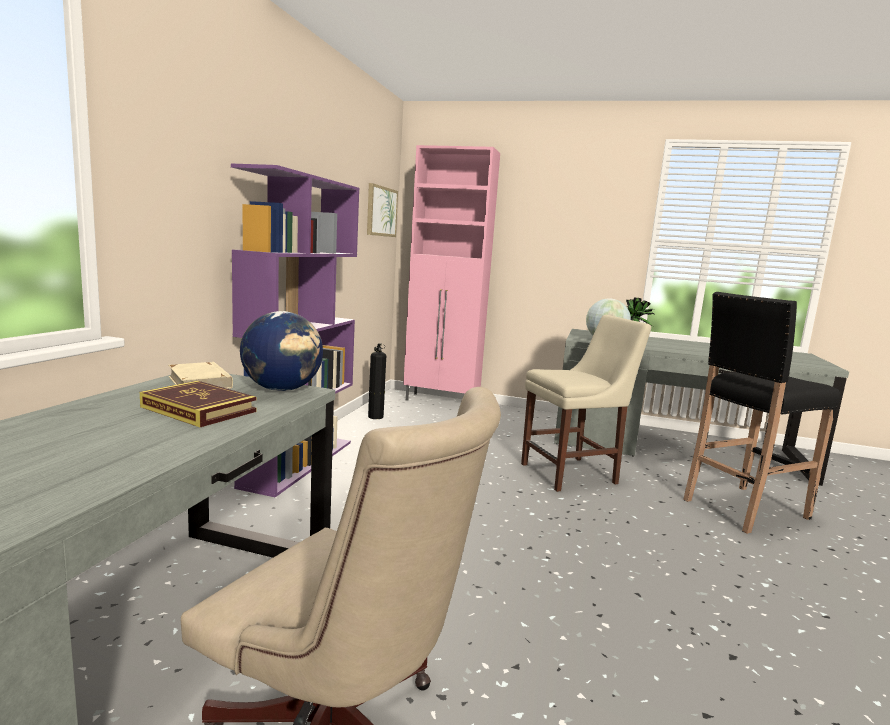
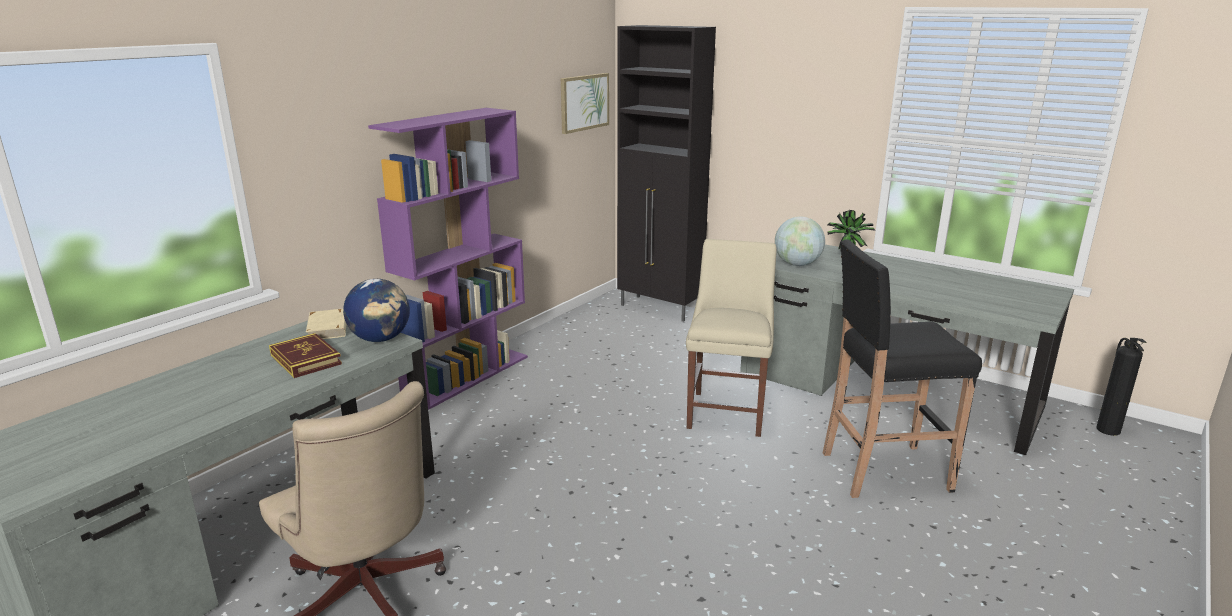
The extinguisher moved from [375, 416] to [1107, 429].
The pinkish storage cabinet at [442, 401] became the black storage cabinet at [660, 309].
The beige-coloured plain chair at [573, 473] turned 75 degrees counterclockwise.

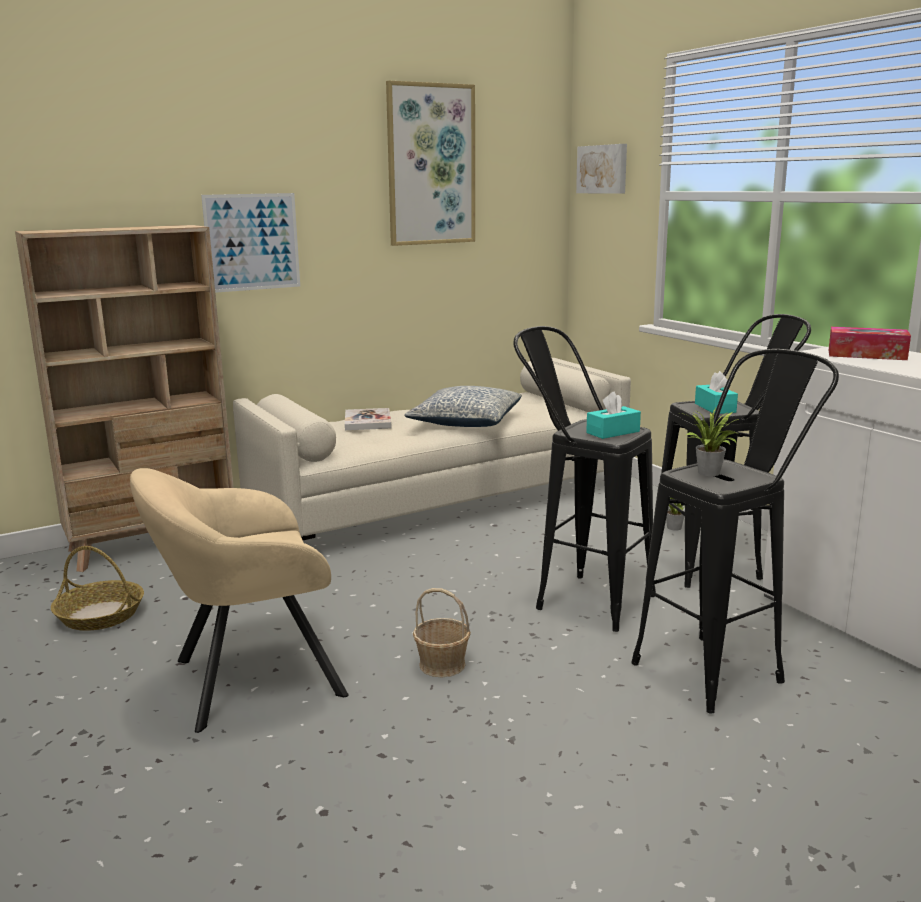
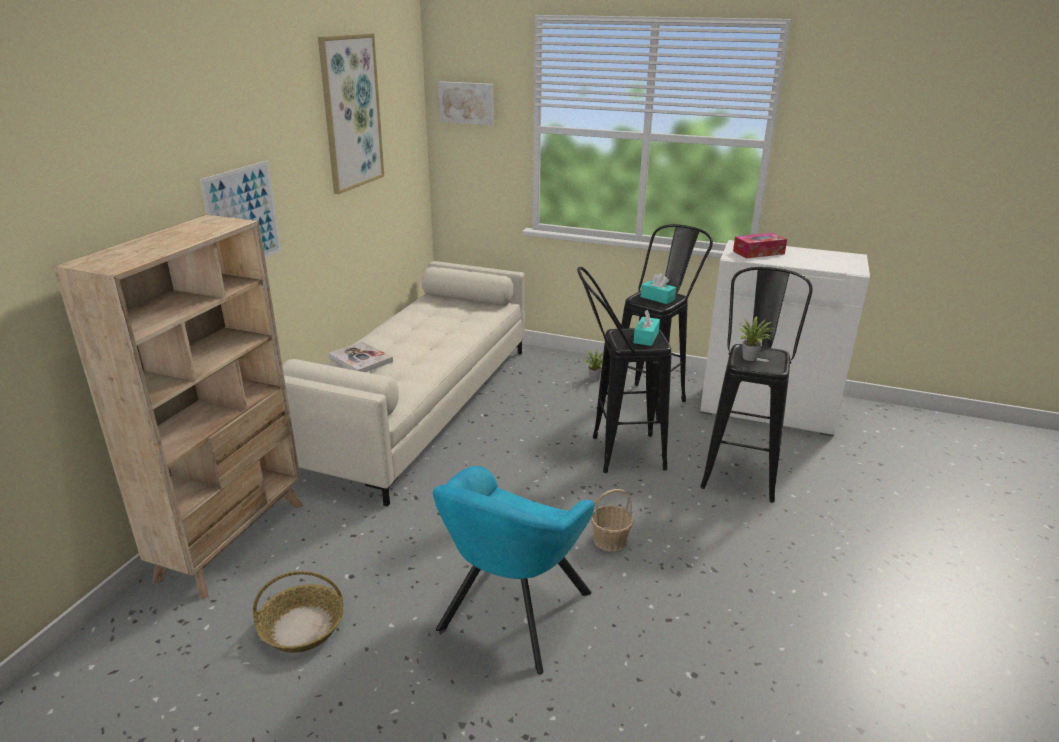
The pillow at [466, 422] disappeared.
The beige-coloured armchair at [248, 679] became the blue-green armchair at [511, 616].

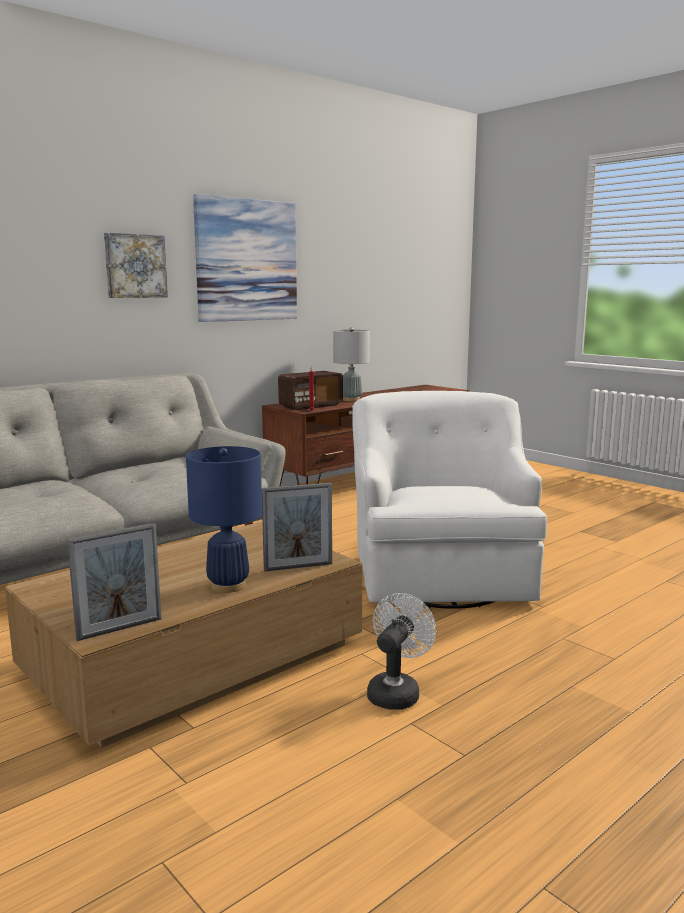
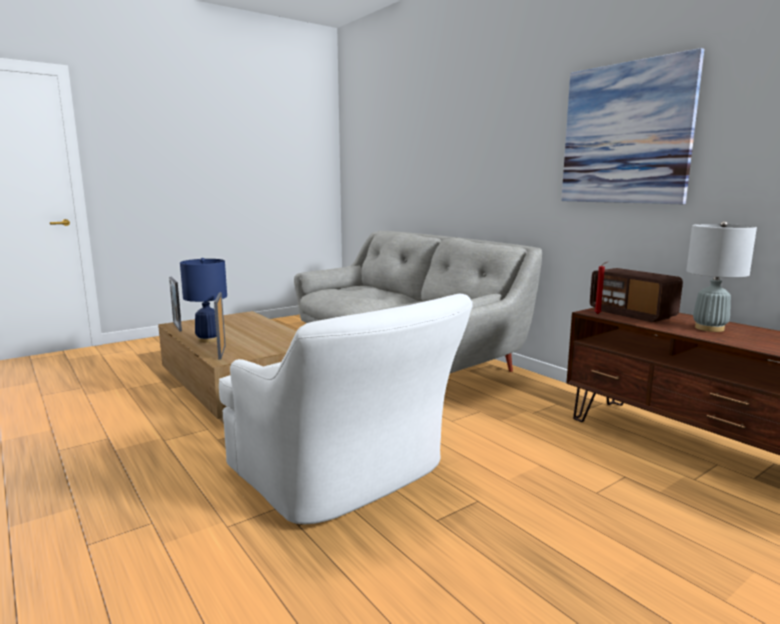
The wall picture at [135, 266] disappeared.
The white fan at [396, 692] disappeared.
The white armchair at [440, 572] turned 45 degrees clockwise.

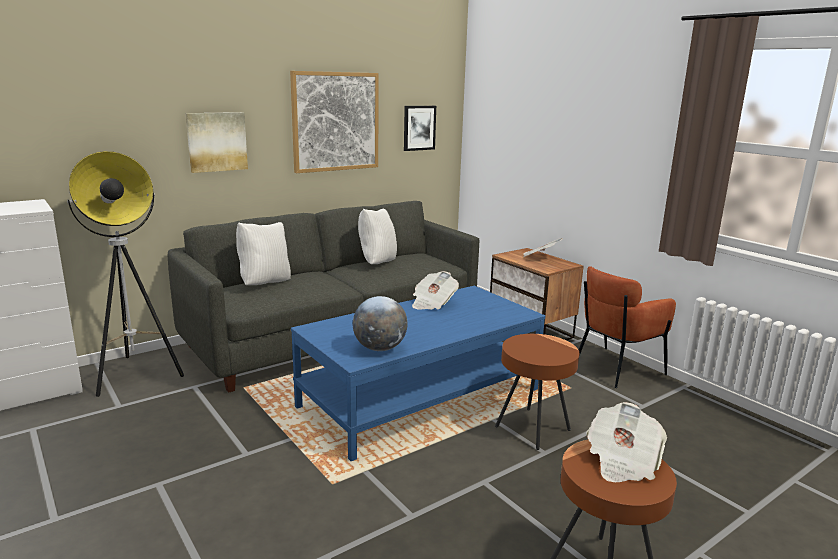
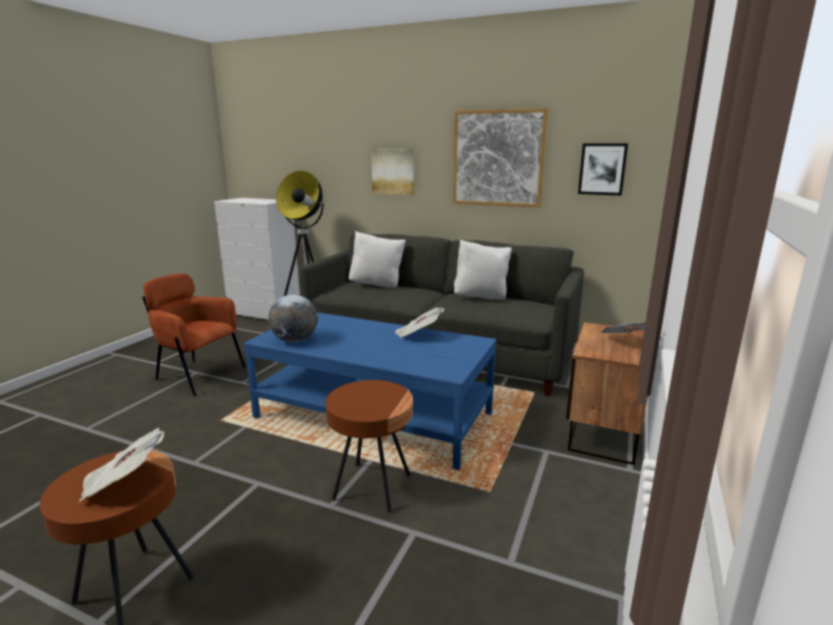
The brownish armchair moved from [614, 369] to [198, 375].

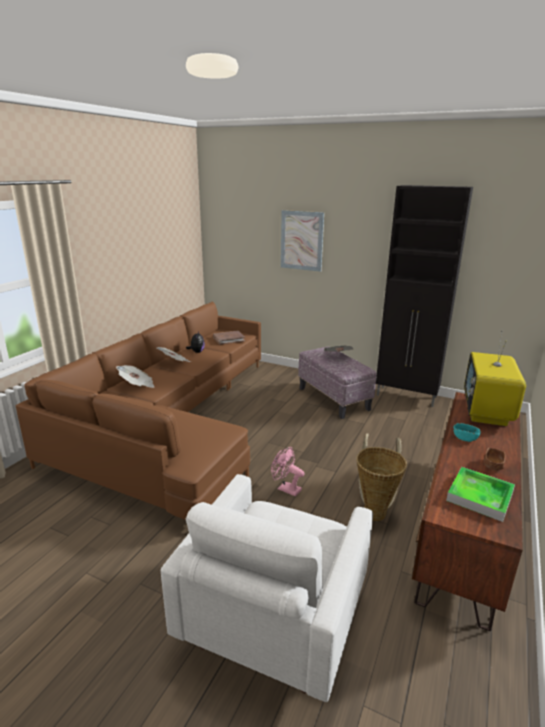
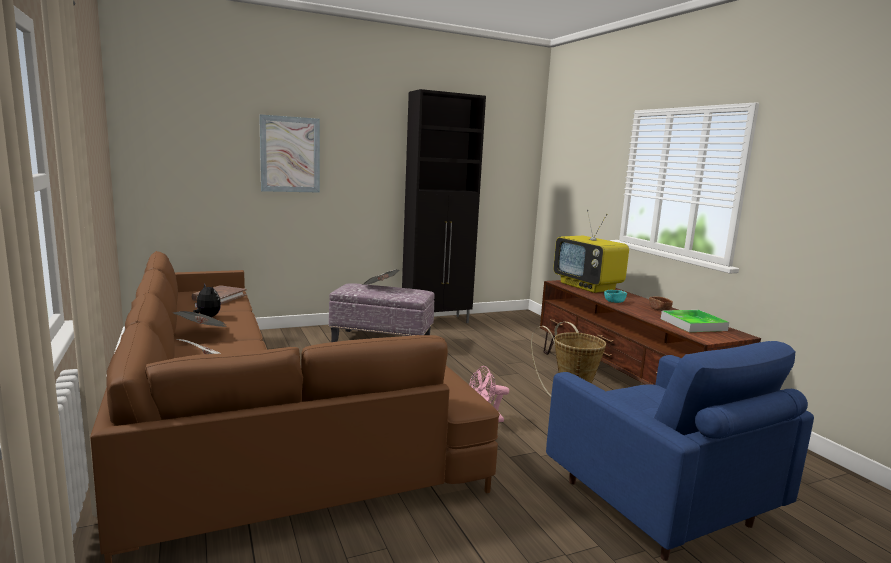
The white armchair at [272, 620] became the bluish armchair at [659, 506].

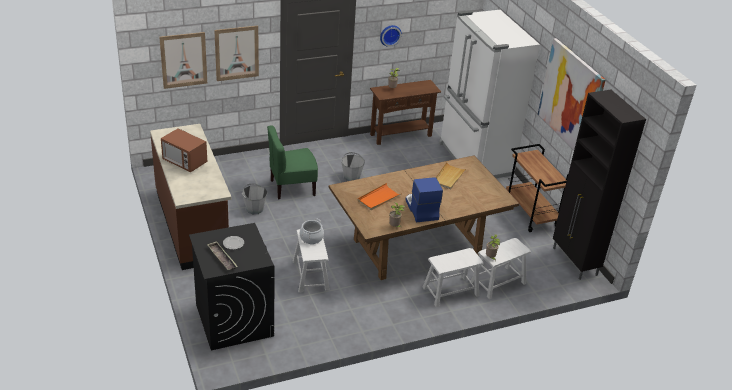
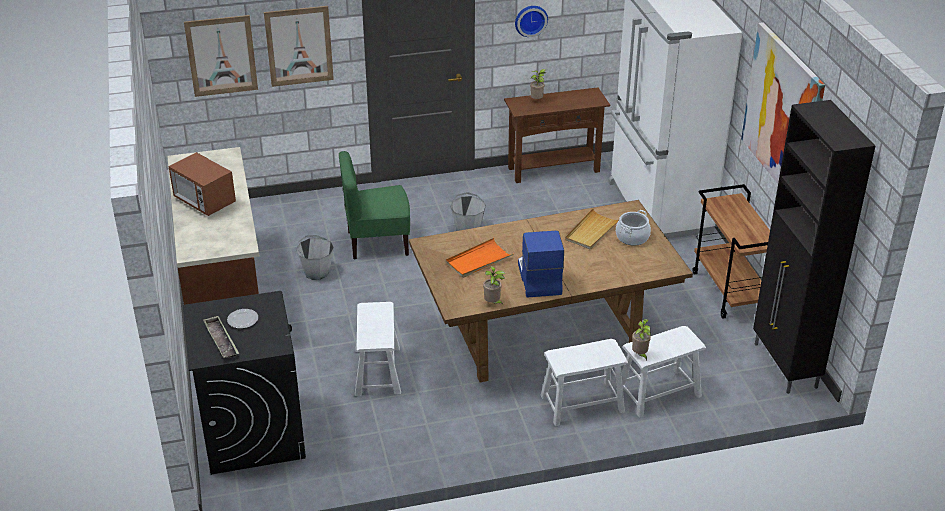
The stockpot moved from [311, 238] to [632, 237].

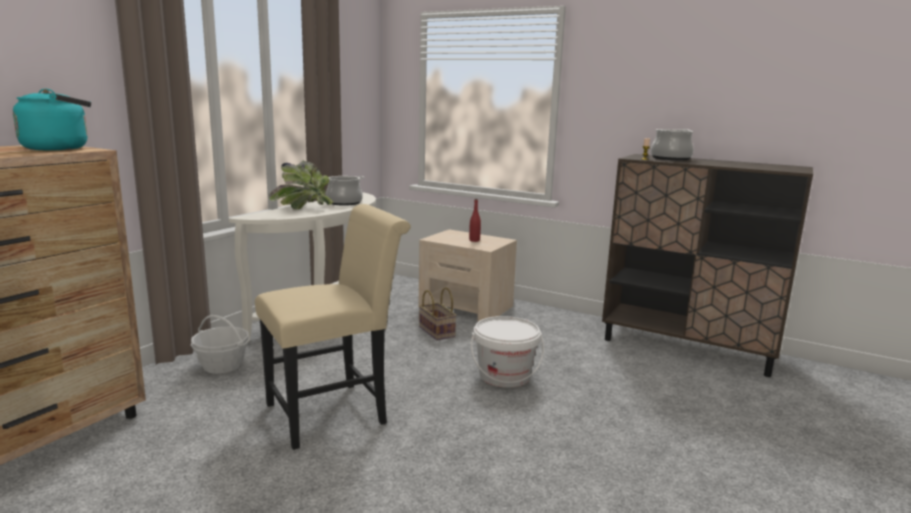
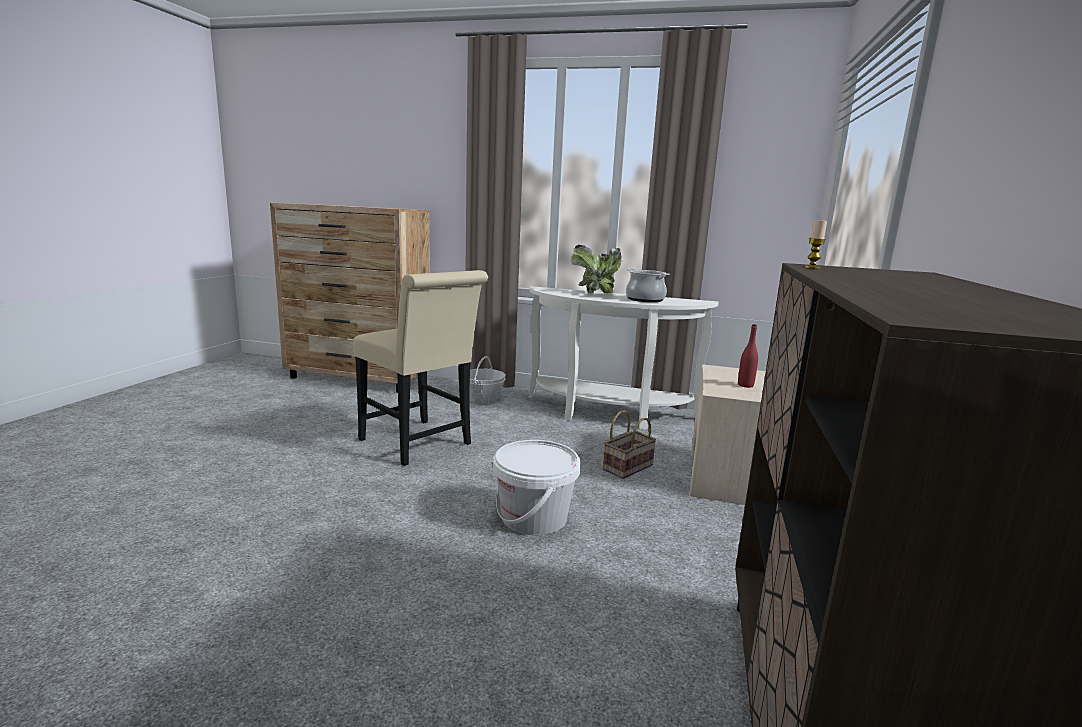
The blue-green tea kettle at [60, 148] disappeared.
The stockpot at [670, 158] disappeared.

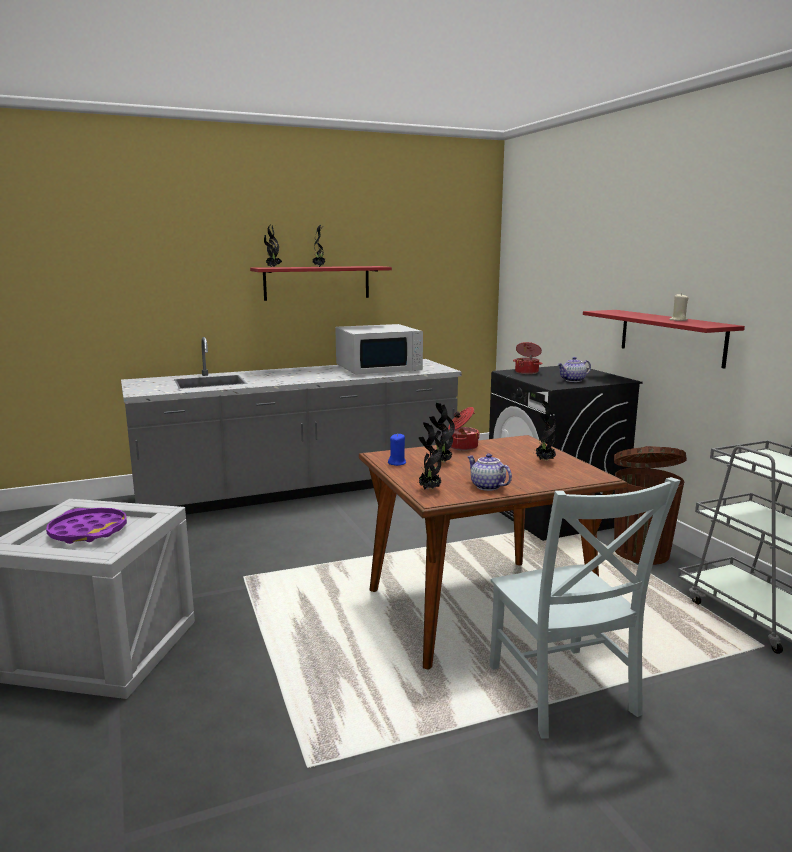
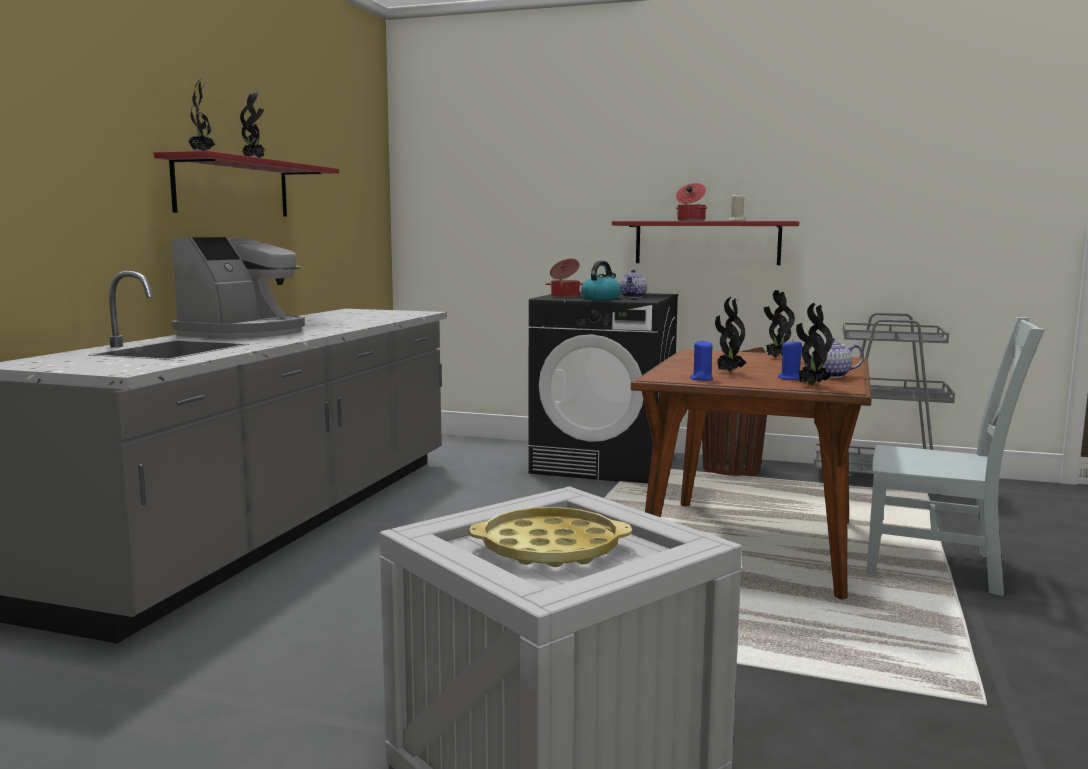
The white microwave oven at [379, 368] disappeared.
The coffee brewer at [244, 333] appeared.
The tea kettle at [601, 298] appeared.
The bluish wax light at [791, 378] appeared.
The stockpot moved from [462, 446] to [690, 220].
The purple-coloured tray at [88, 531] became the yellow tray at [550, 548].

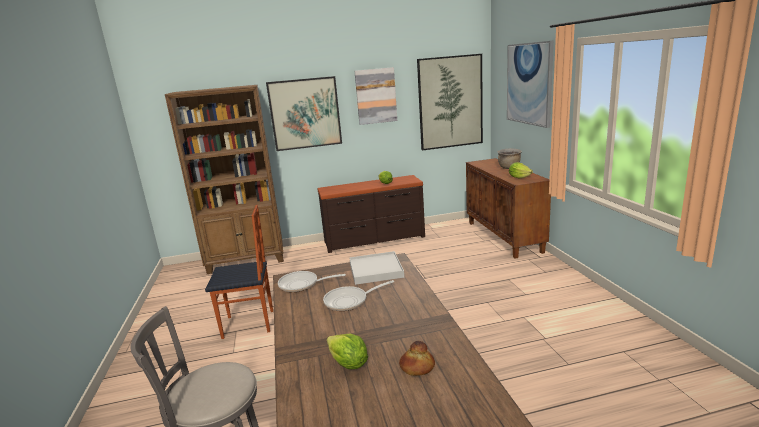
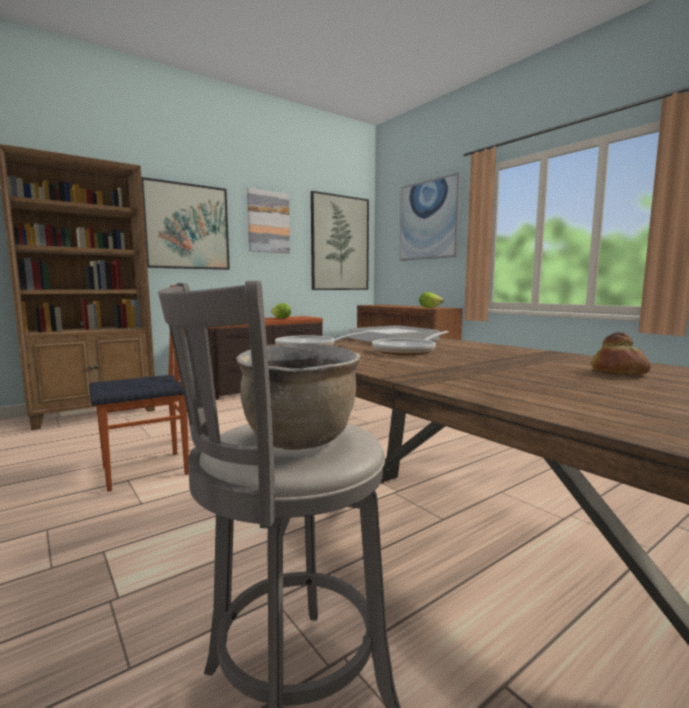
The lettuce head at [348, 364] disappeared.
The brownish stockpot moved from [509, 168] to [301, 440].

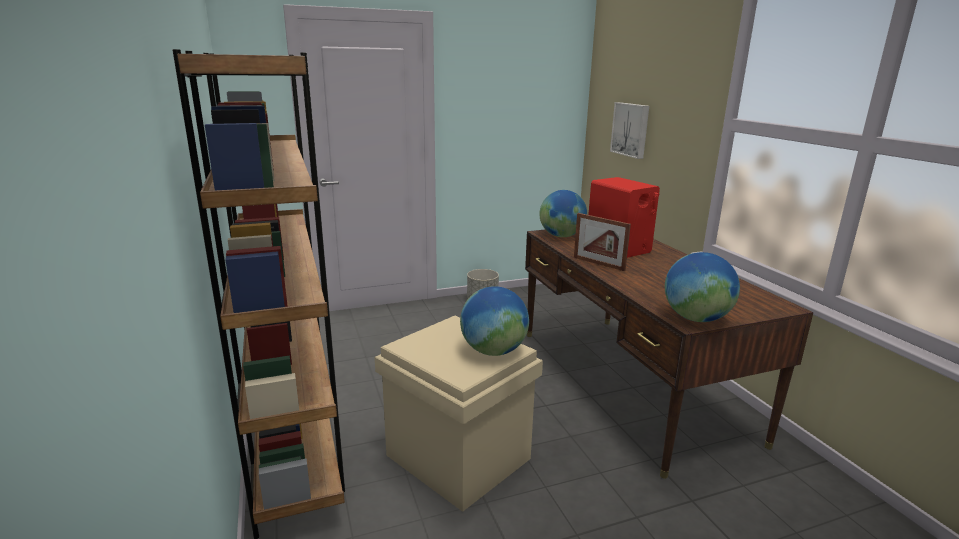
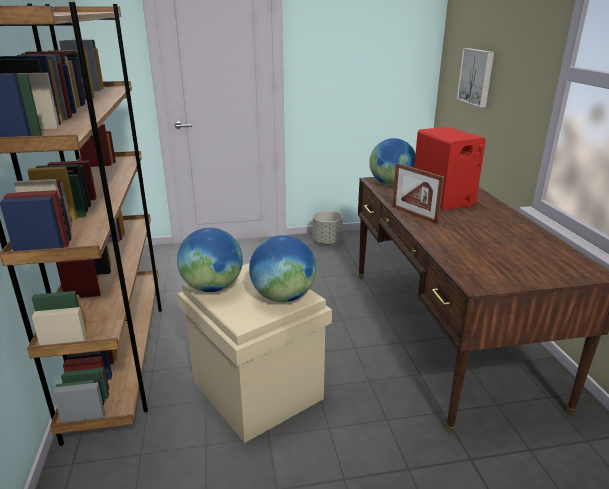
The globe moved from [696, 318] to [212, 288].

